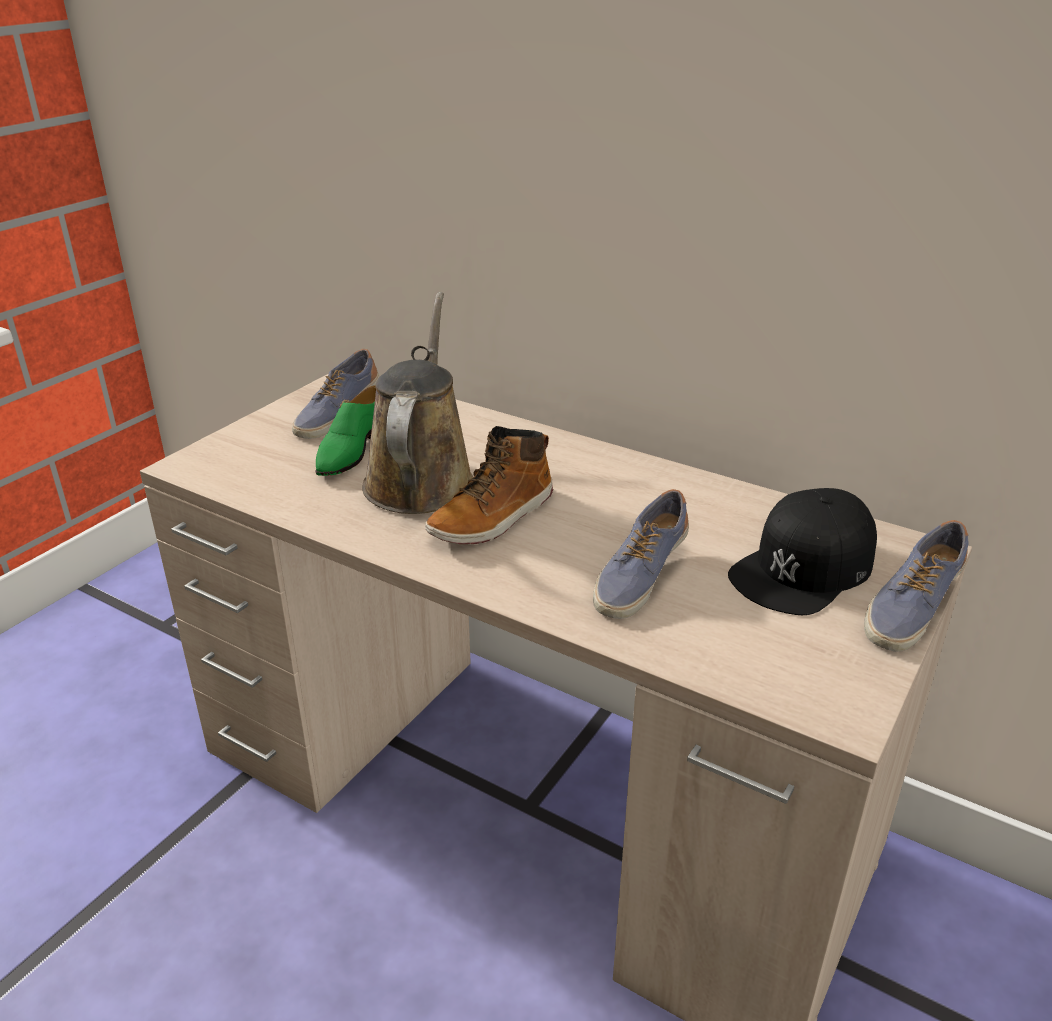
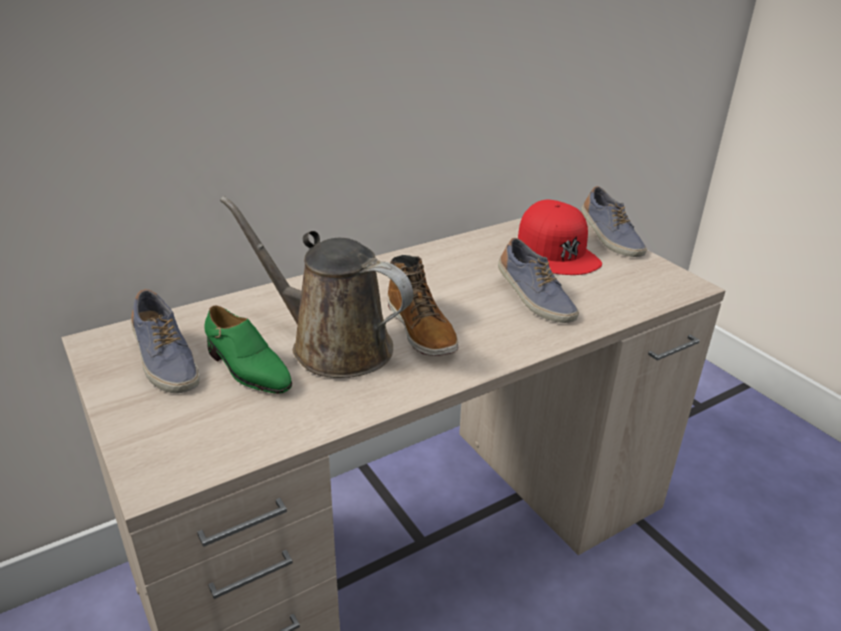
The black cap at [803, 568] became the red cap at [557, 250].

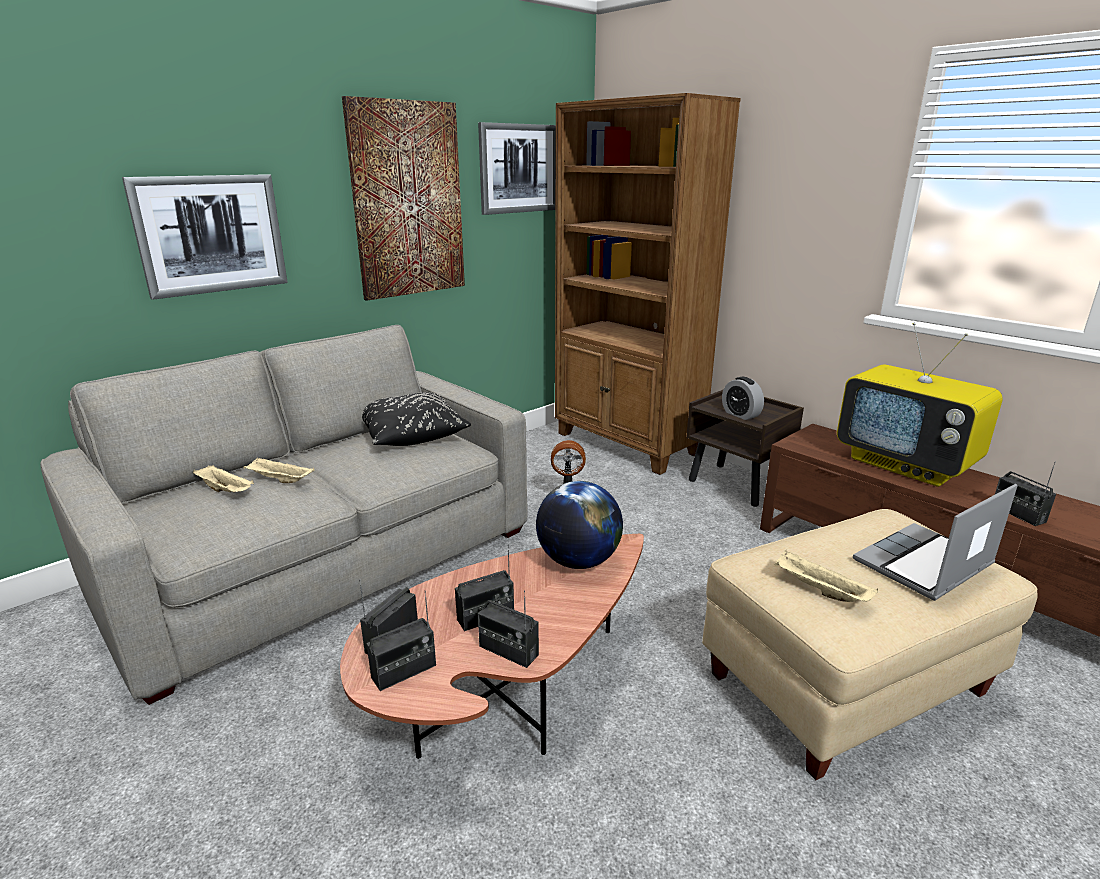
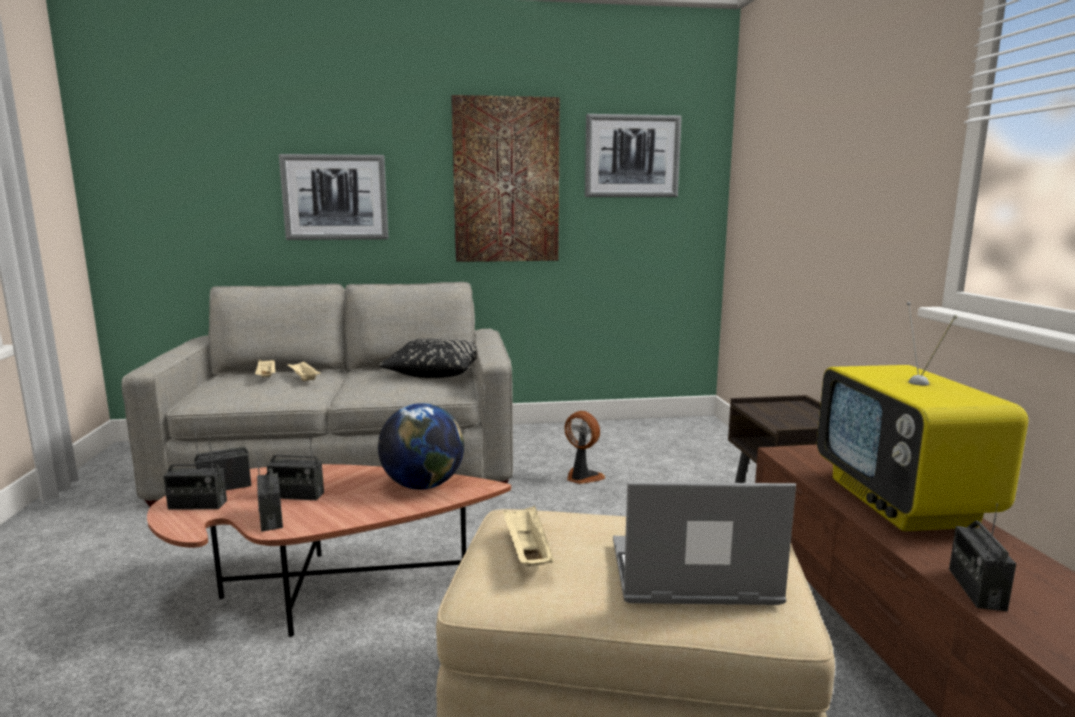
The brownish bookcase at [627, 444] disappeared.
The table clock at [740, 414] disappeared.

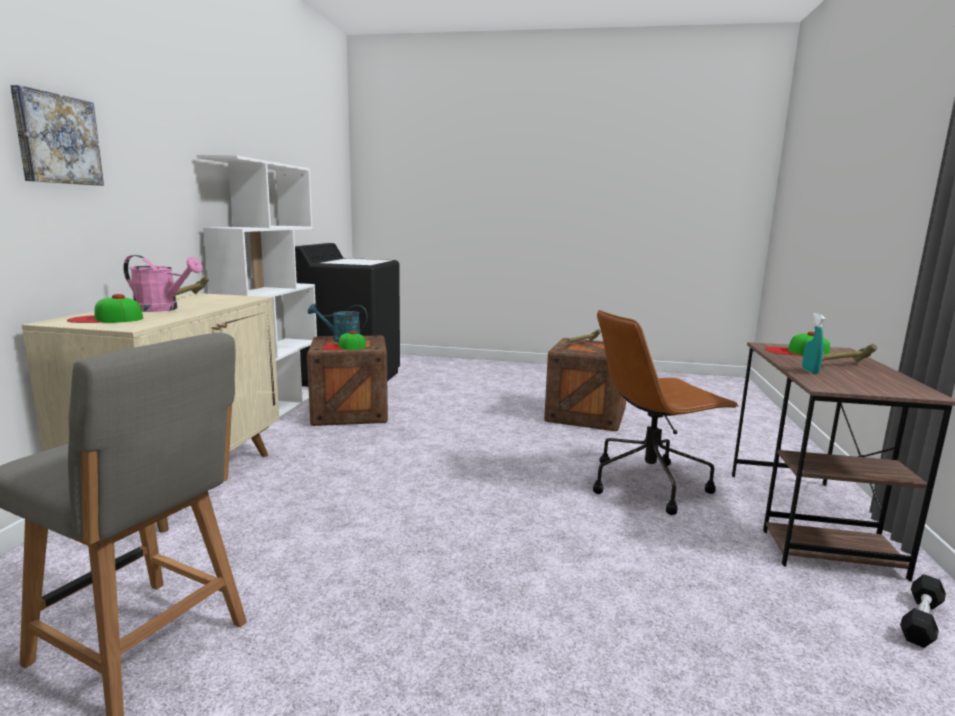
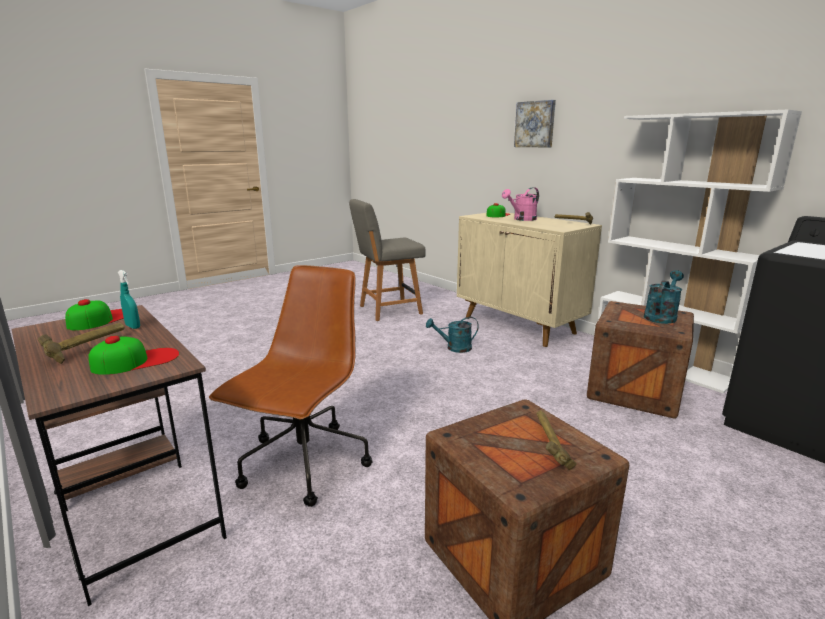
The black dumbbell at [921, 620] disappeared.
The blue-green watering can at [454, 348] appeared.
The cap moved from [344, 347] to [101, 319].

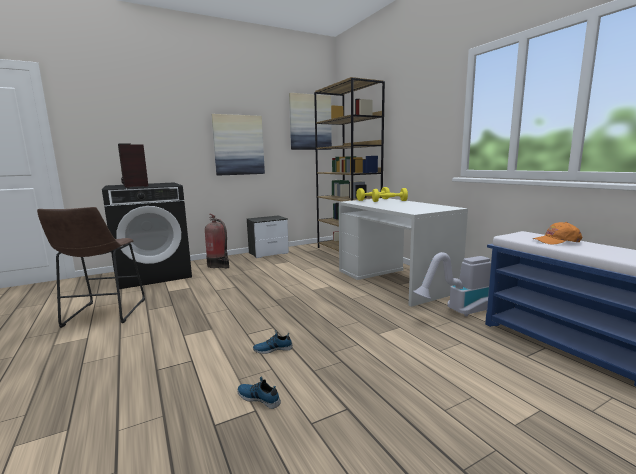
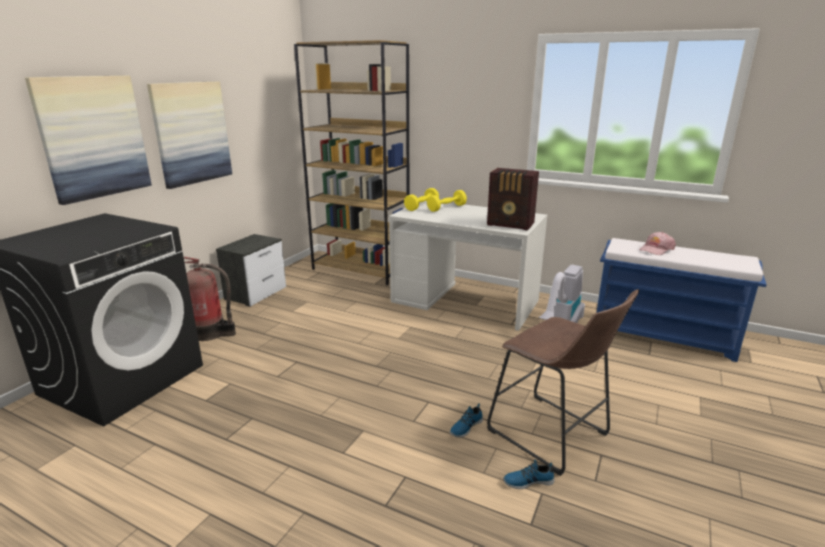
The brownish stool seat moved from [103, 314] to [552, 436].
The radio set moved from [135, 186] to [511, 224].
The wall picture moved from [310, 122] to [93, 137].
The orangey cap at [556, 241] became the pinkish cap at [656, 249].

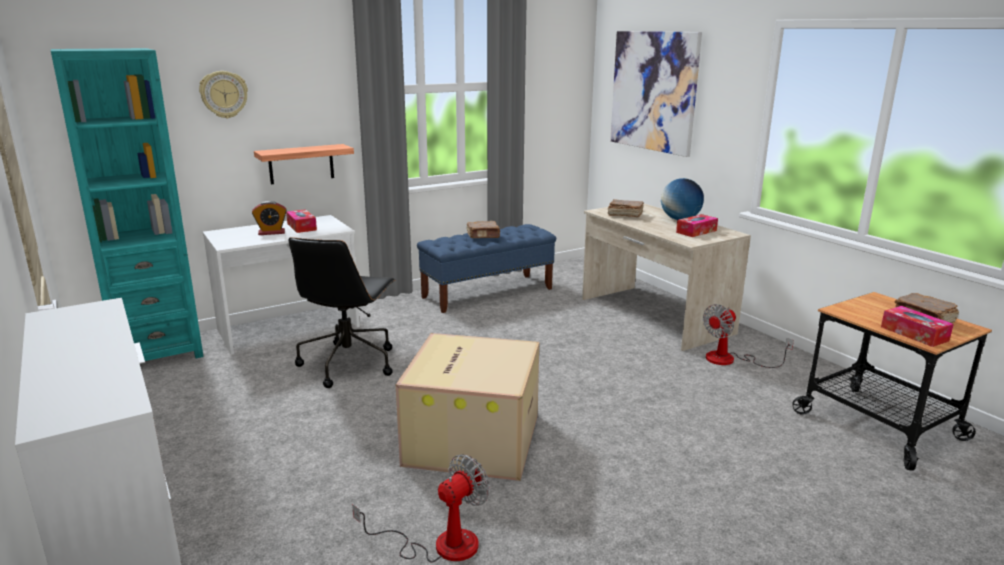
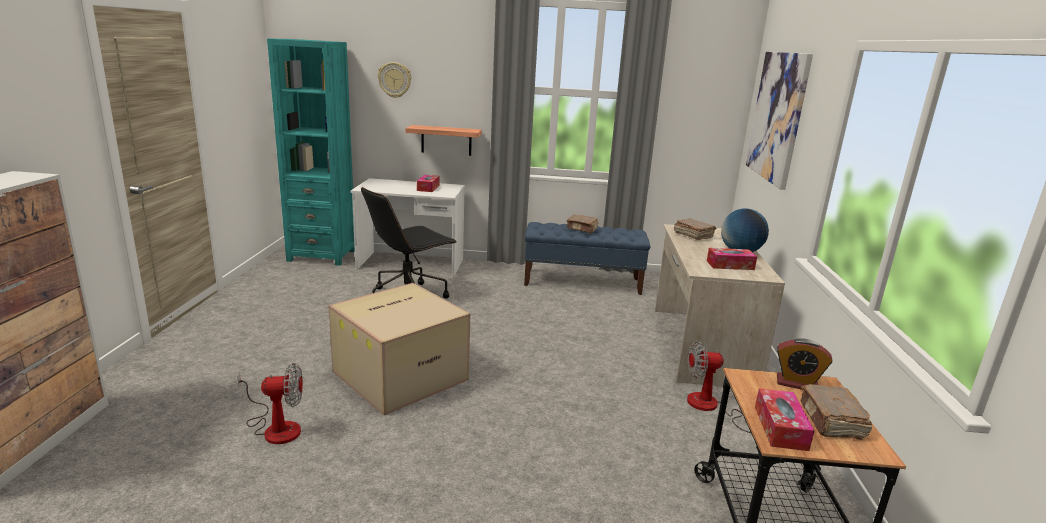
The table clock moved from [271, 232] to [797, 384].

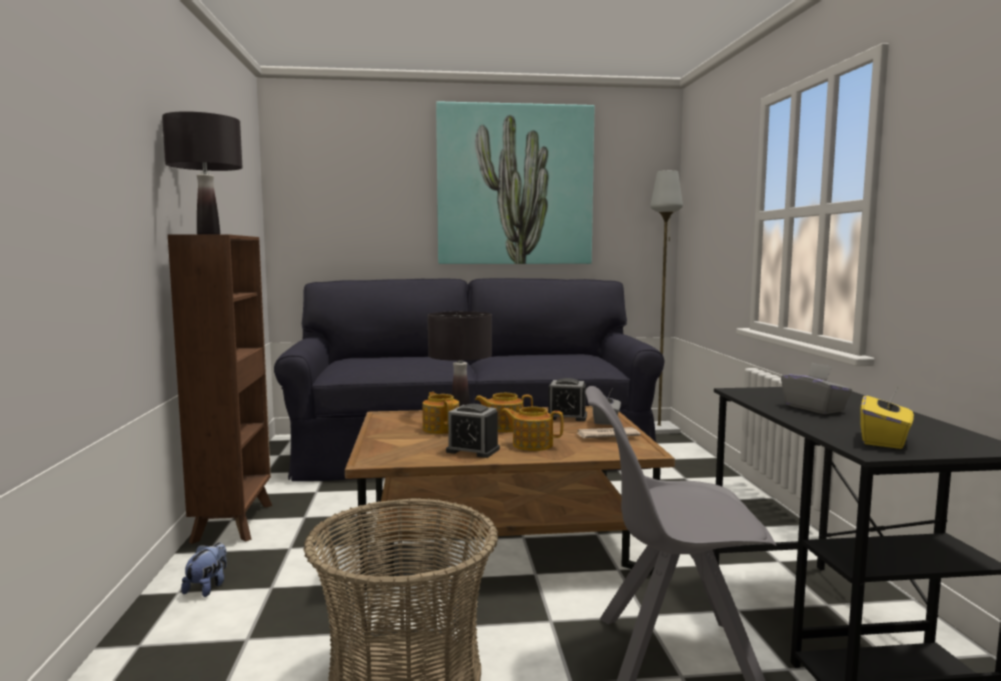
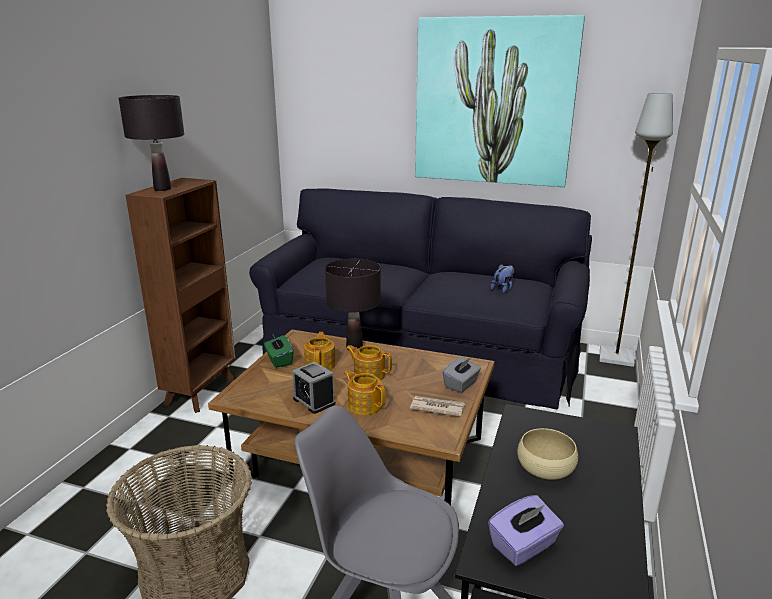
The table clock at [566, 417] disappeared.
The green box of tissues at [279, 360] appeared.
The soft toy moved from [207, 587] to [503, 289].
The greyish box of tissues at [814, 408] was replaced by the beige-coloured deep dish at [545, 468].
The yellow box of tissues at [884, 440] became the purple-coloured box of tissues at [524, 546].

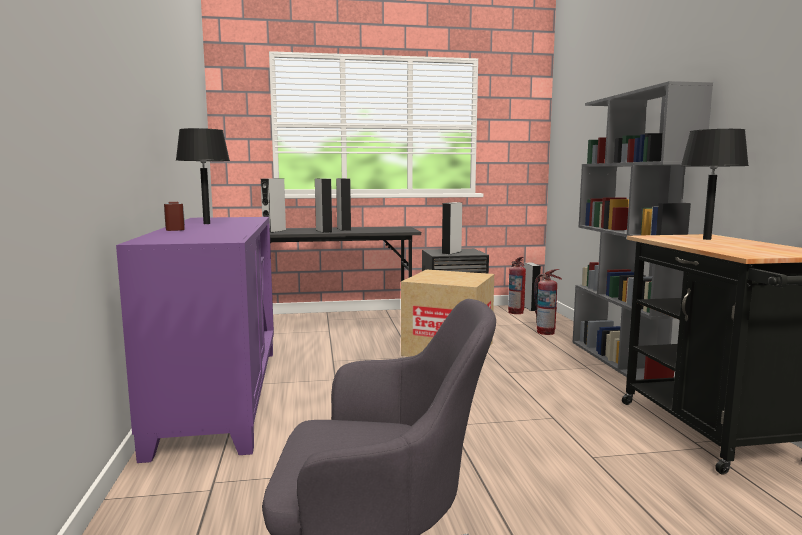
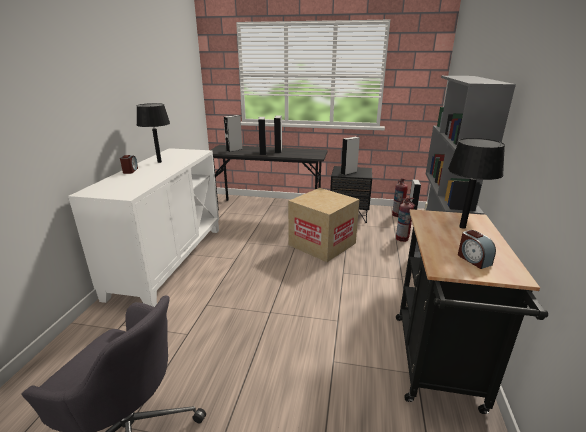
The table clock at [473, 259] appeared.
The purple-coloured storage cabinet at [219, 395] became the white storage cabinet at [168, 260].

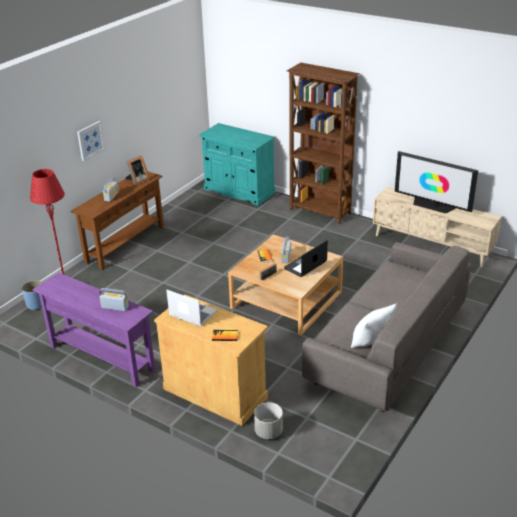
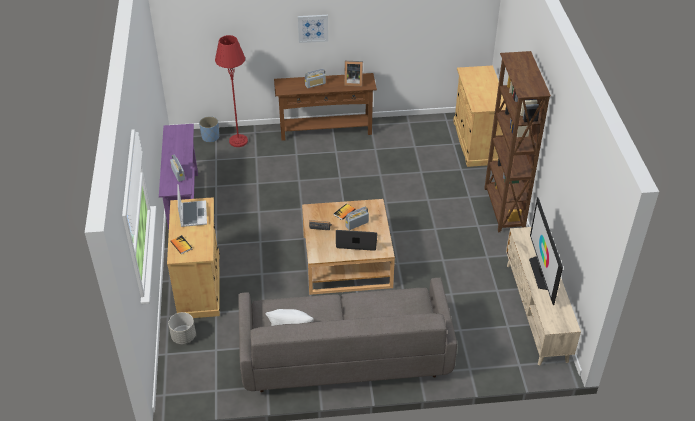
The blue-green storage cabinet at [239, 191] became the beige-coloured storage cabinet at [476, 142].

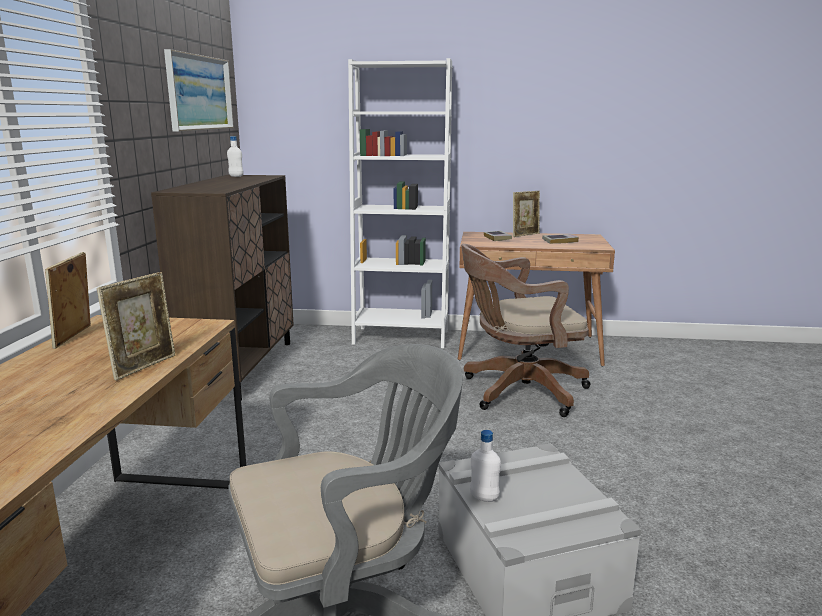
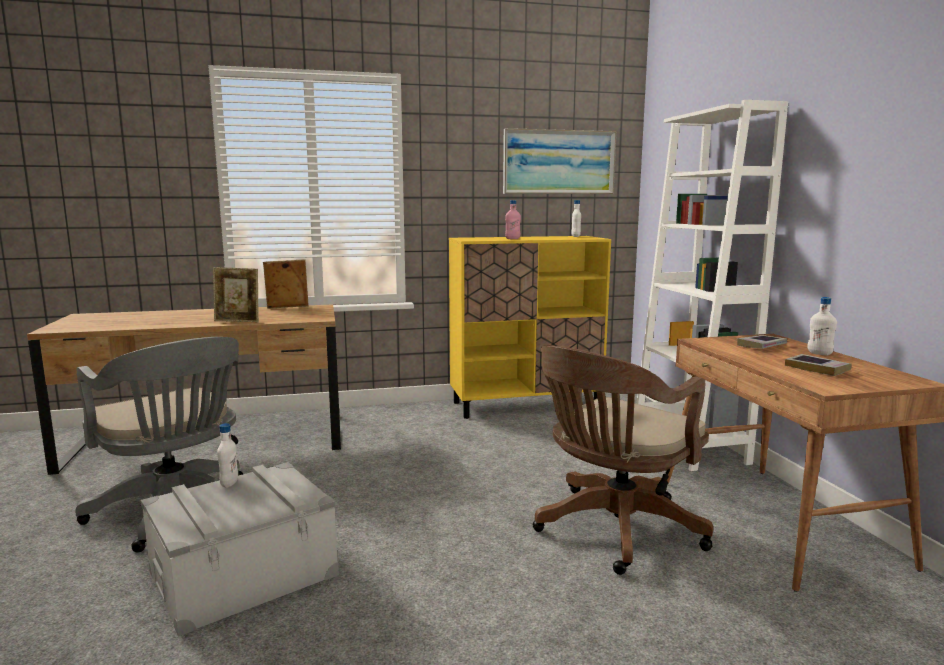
The pinkish bottle at [512, 239] appeared.
The picture frame at [525, 235] was replaced by the white bottle at [819, 353].
The brownish storage cabinet at [241, 367] became the yellow storage cabinet at [526, 405].
The brownish computer chair at [518, 391] turned 105 degrees counterclockwise.

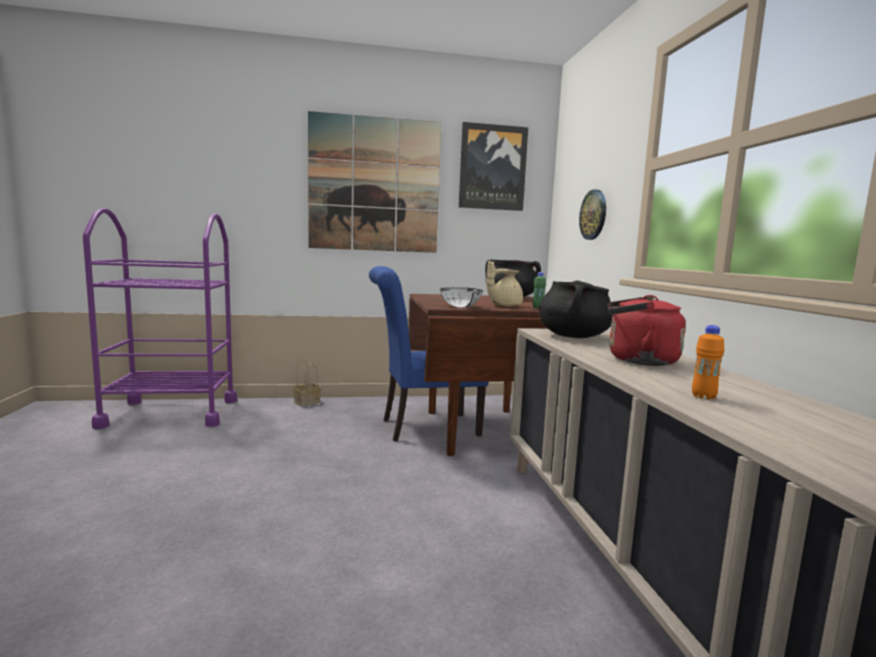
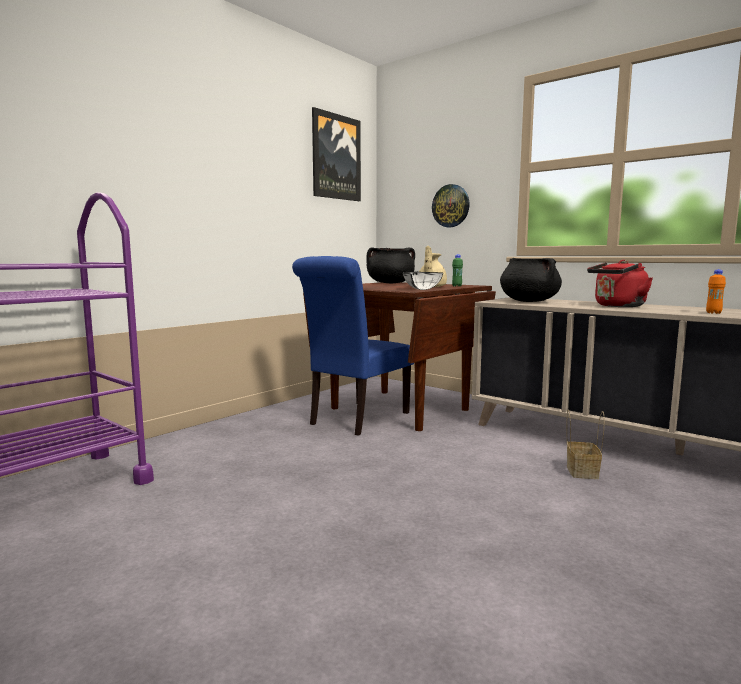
The wall picture at [374, 185] disappeared.
The household basket moved from [307, 402] to [581, 471].

